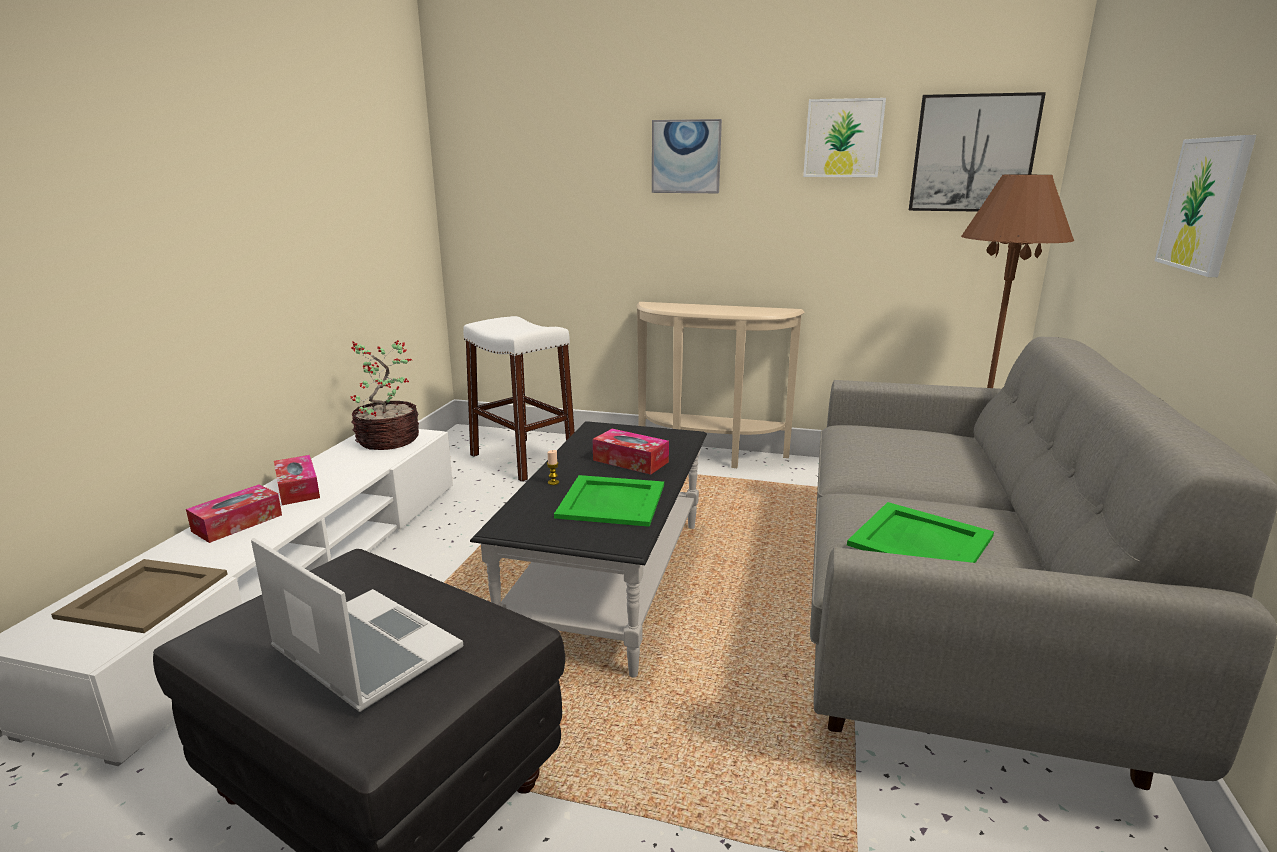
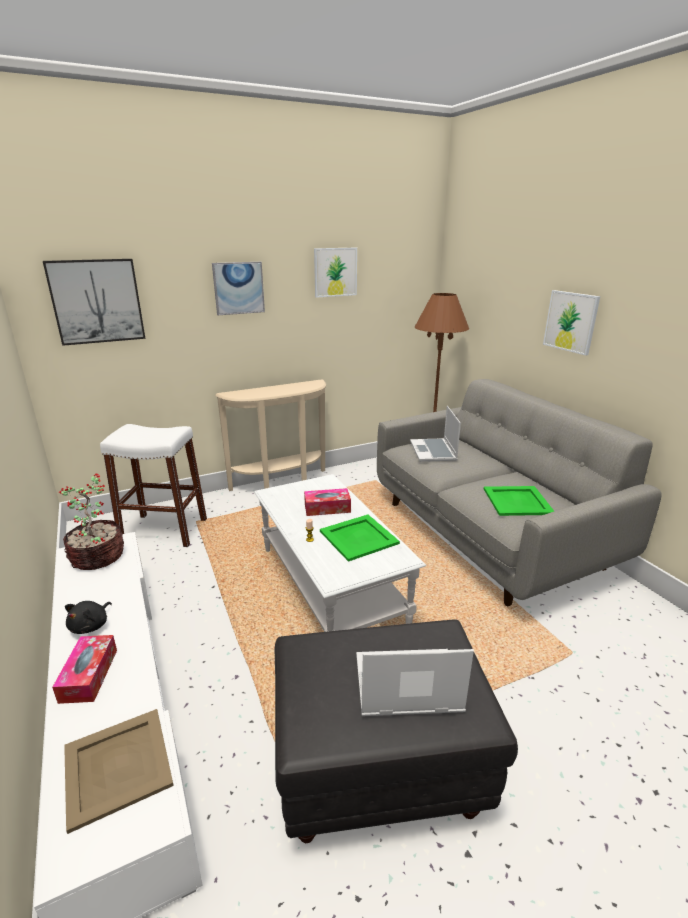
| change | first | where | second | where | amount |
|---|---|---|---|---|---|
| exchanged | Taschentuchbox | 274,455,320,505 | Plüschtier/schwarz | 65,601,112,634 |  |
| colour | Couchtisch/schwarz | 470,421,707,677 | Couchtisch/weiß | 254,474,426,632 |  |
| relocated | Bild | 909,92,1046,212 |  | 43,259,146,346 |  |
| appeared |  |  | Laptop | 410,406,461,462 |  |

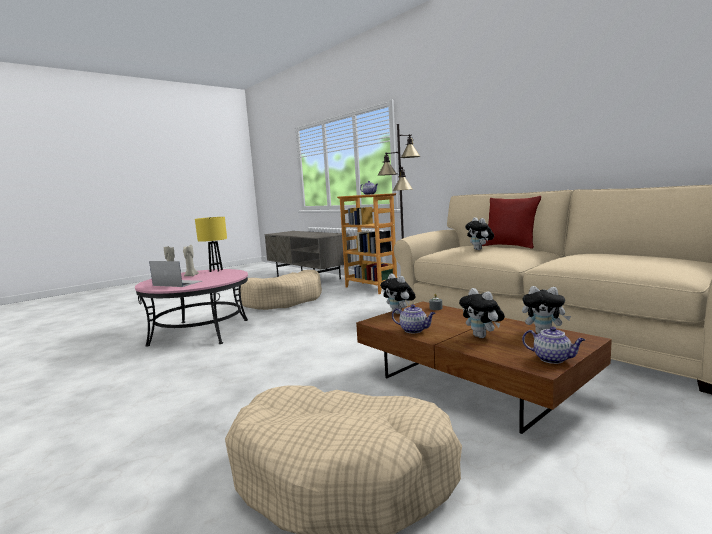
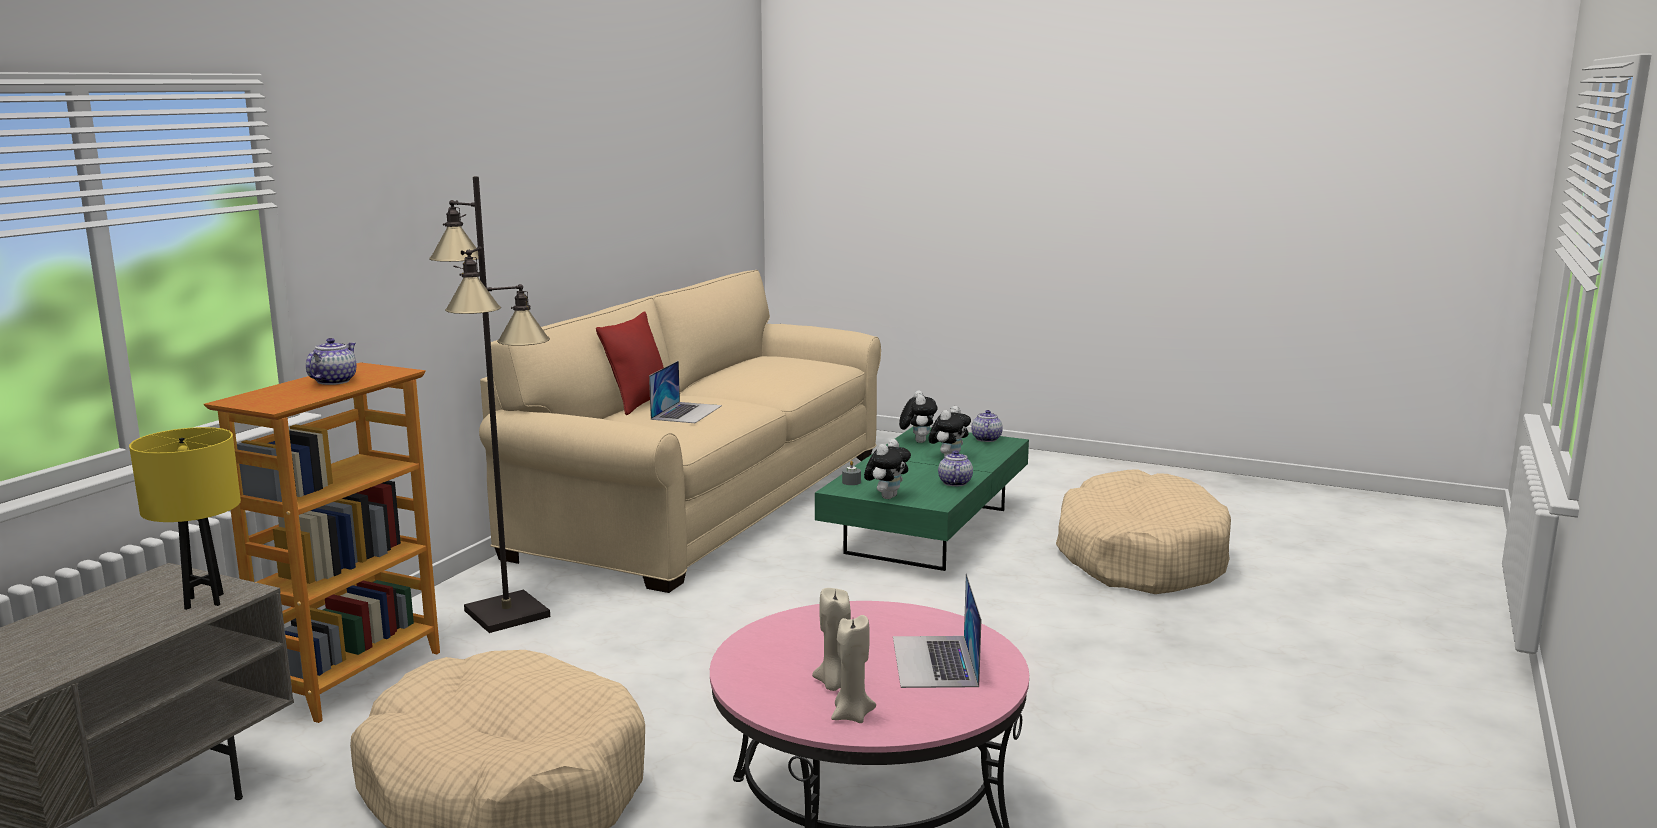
| change | first | where | second | where | amount |
|---|---|---|---|---|---|
| relocated | Tischlampe/gelb | 195,217,227,272 |  | 129,427,241,610 |  |
| colour | Couchtisch/braun | 356,301,612,434 | Couchtisch/grün | 815,427,1029,571 |  |
| exchanged | Plüschtier | 465,217,494,250 | Laptop | 649,361,722,423 |  |

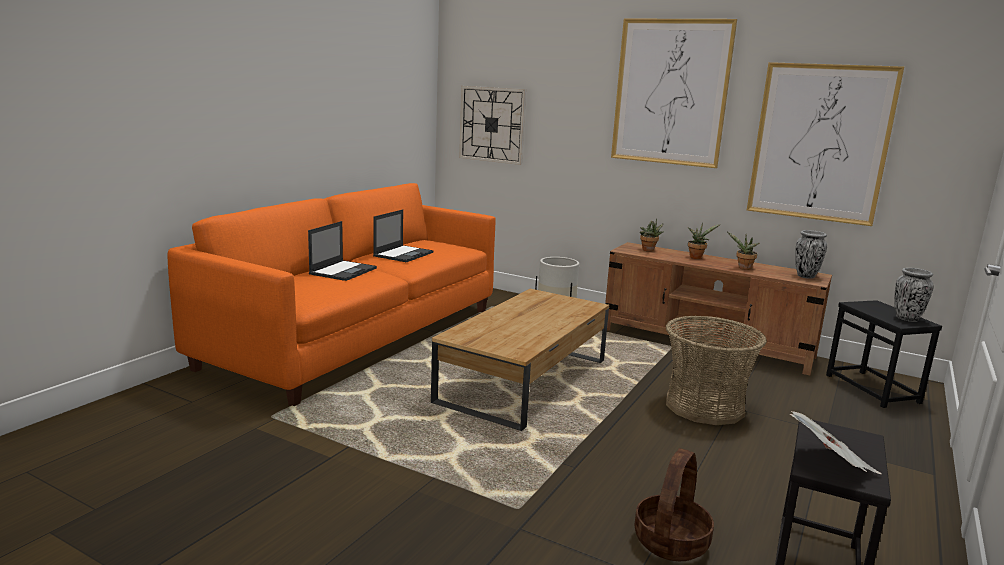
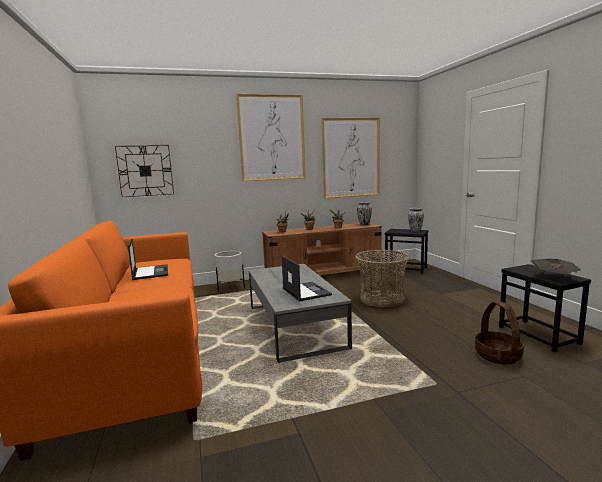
| change | first | where | second | where | amount |
|---|---|---|---|---|---|
| relocated | Laptop | 308,221,377,281 |  | 282,256,332,301 |  |
| colour | Couchtisch/braun | 431,289,609,431 | Couchtisch/grau | 249,264,352,363 |  |

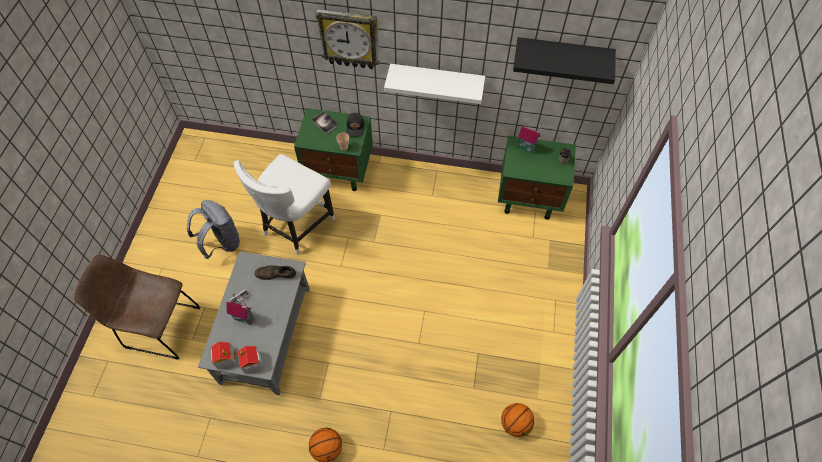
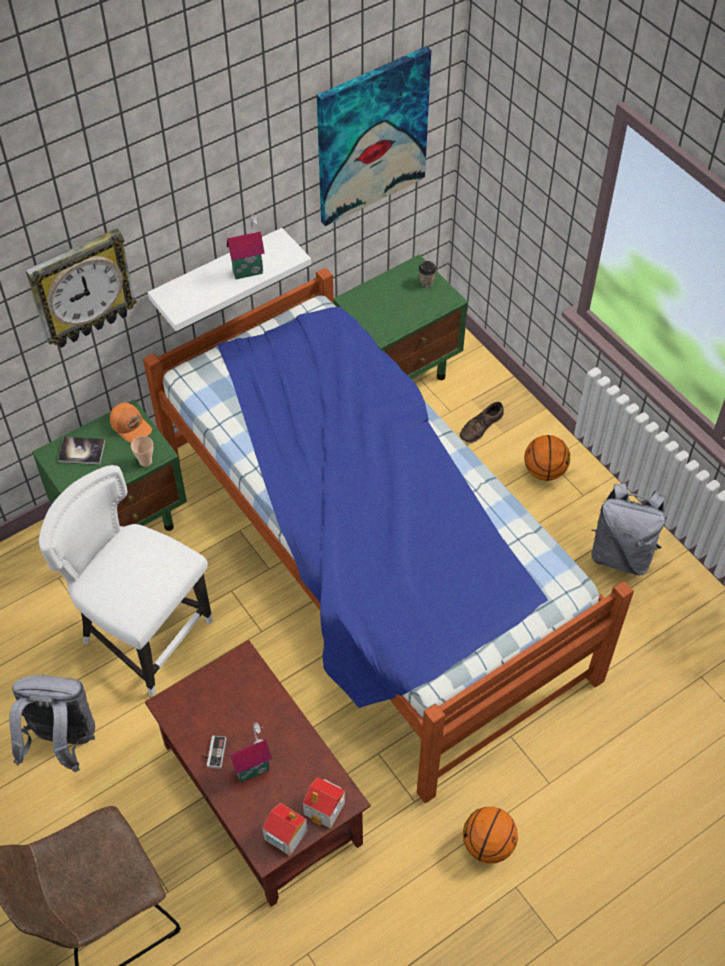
| change | first | where | second | where | amount |
|---|---|---|---|---|---|
| colour | Couchtisch/grau | 198,251,310,395 | Couchtisch/braun | 145,640,371,907 |  |
| spun | Stuhl/weiß | 234,154,335,255 |  | 39,465,213,697 | 135 degrees clockwise |
| relocated | Schuh/braun | 255,265,296,280 |  | 460,402,504,443 |  |
| colour | Kappe/schwarz | 347,113,364,137 | Kappe/orange | 110,403,152,443 |  |
| relocated | Basketball | 501,403,534,437 |  | 524,435,570,481 |  |
| exchanged | Wandregal/schwarz | 513,37,616,84 | Bild | 317,46,431,226 |  |
| relocated | Spielzeughaus | 518,123,543,153 |  | 227,214,265,279 |  |
| appeared |  |  | Bett | 143,267,634,803 |  |
| appeared |  |  | Rucksack/grau | 591,483,666,575 |  |

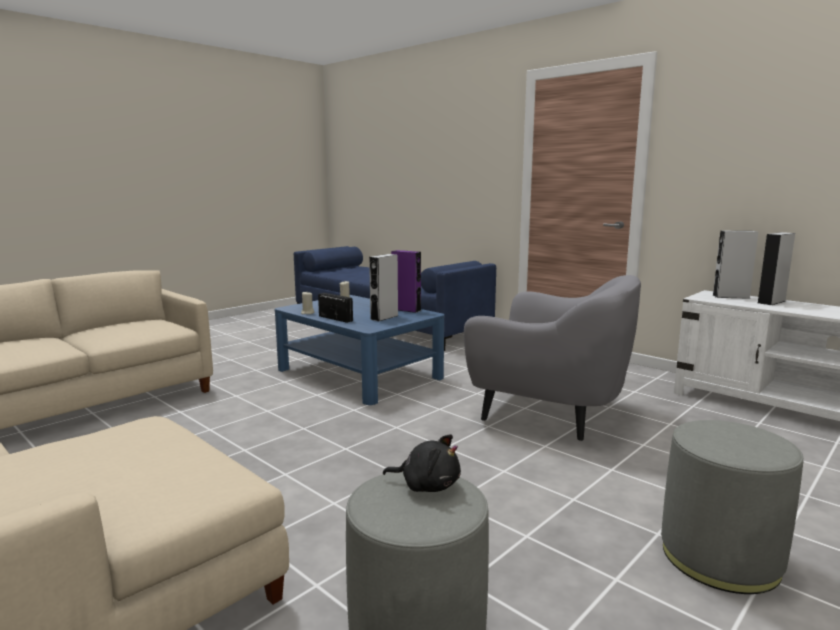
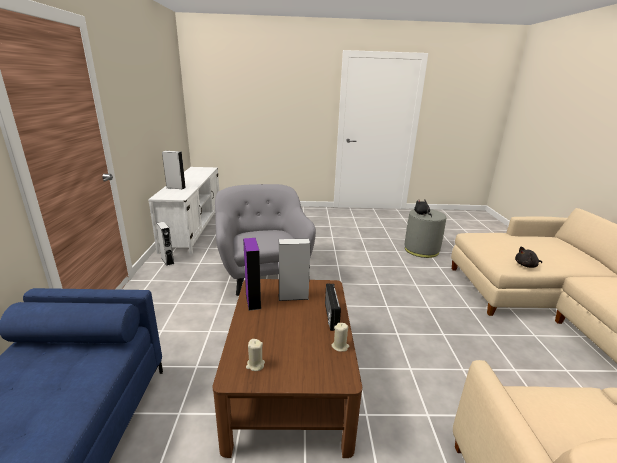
| change | first | where | second | where | amount |
|---|---|---|---|---|---|
| colour | Couchtisch/blau | 275,295,444,405 | Couchtisch/braun | 213,279,363,458 |  |
| missing | Polsterhocker/grau | 661,420,803,594 |  |  |  |
| relocated | Lautsprecher/grau | 712,231,758,299 |  | 156,222,174,266 |  |
| appeared |  |  | Plüschtier/schwarz | 515,247,542,268 |  |

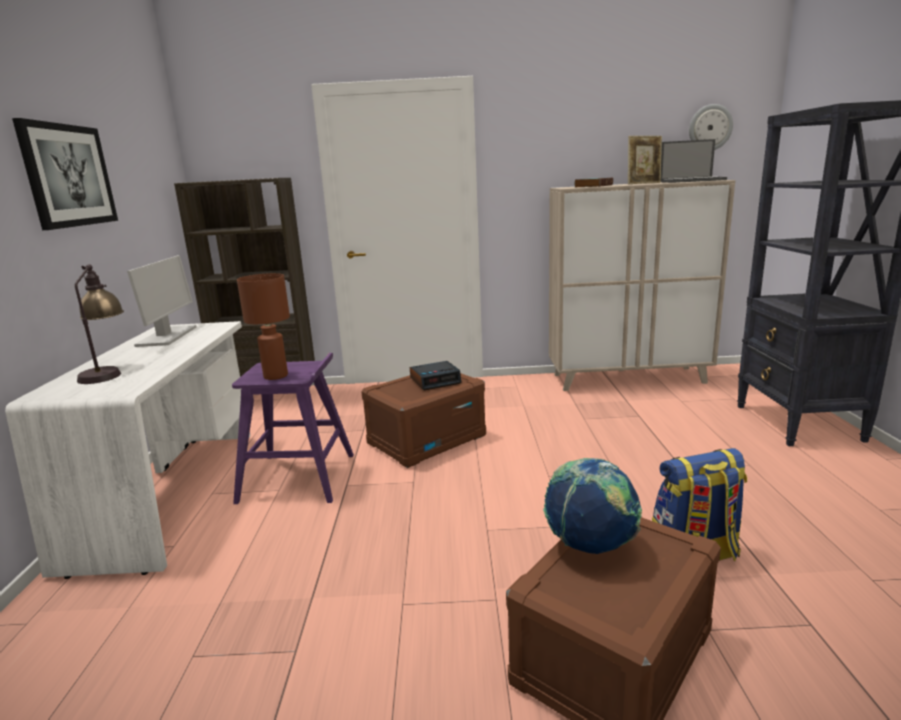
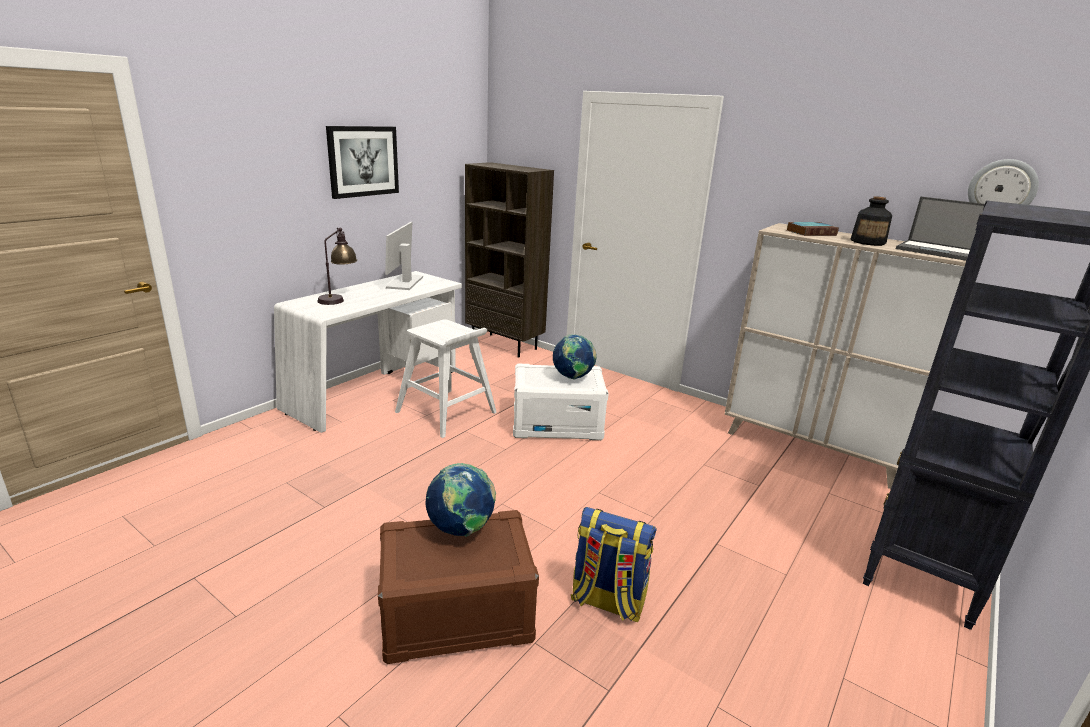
| change | first | where | second | where | amount |
|---|---|---|---|---|---|
| spun | Monitor | 127,255,197,347 |  | 385,222,423,290 | 150 degrees clockwise |
| colour | Hocker/lila | 232,353,354,504 | Hocker/weiß | 395,319,497,438 |  |
| missing | Tischlampe/braun | 237,273,290,380 |  |  |  |
| colour | Aufbewahrungsbox/braun | 361,373,486,468 | Aufbewahrungsbox/weiß | 513,364,609,440 |  |
| exchanged | Wecker | 410,361,462,390 | Globus | 553,334,597,380 |  |
| exchanged | Bilderrahmen | 628,136,662,184 | Flasche | 851,196,892,246 |  |

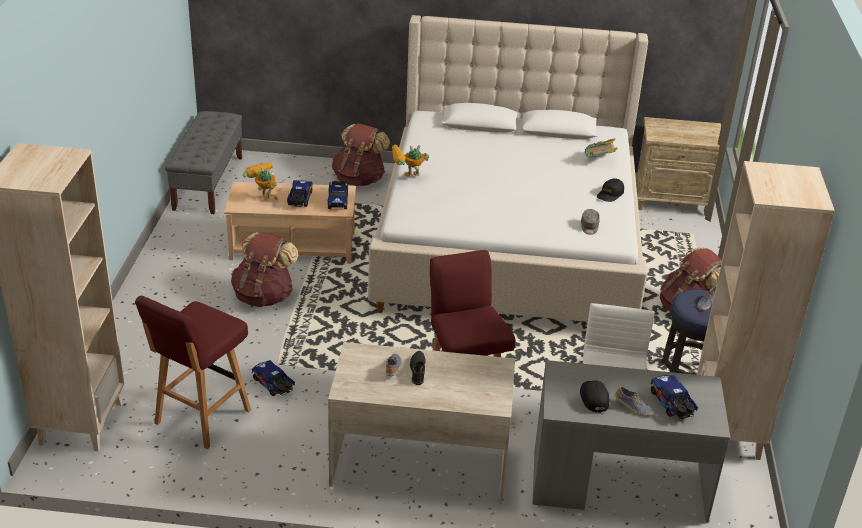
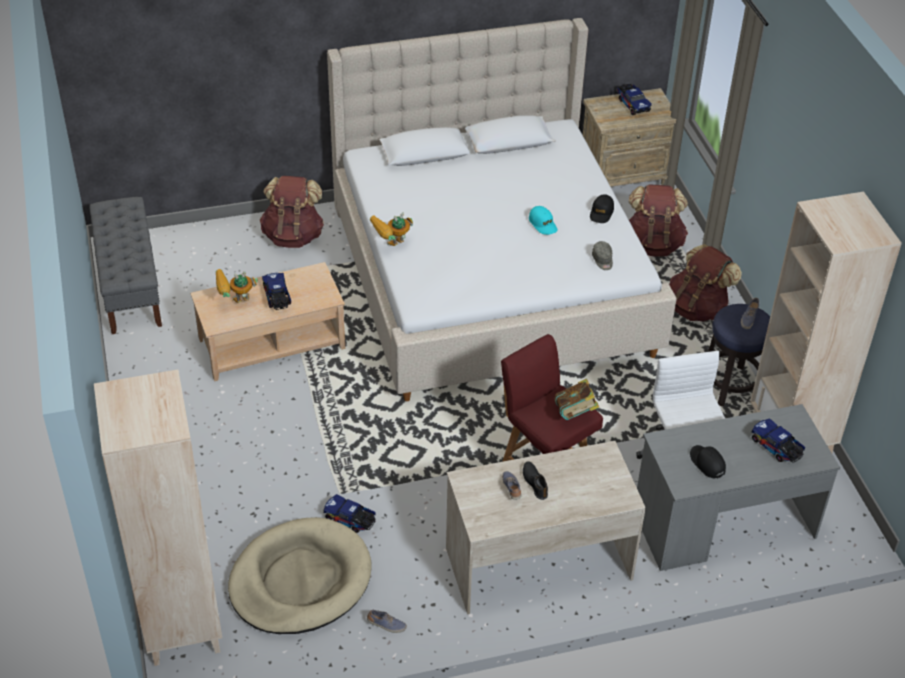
| change | first | where | second | where | amount |
|---|---|---|---|---|---|
| exchanged | Hocker/rot | 135,296,251,449 | Hundebett/beige | 228,517,372,634 |  |
| relocated | Rucksack/braun | 231,232,298,307 |  | 629,184,688,256 |  |
| spun | Spielzeugroboter | 243,162,278,200 |  | 216,269,258,303 | 45 degrees counterclockwise |
| relocated | Spielzeuglaster | 328,181,348,209 |  | 617,84,652,115 |  |
| relocated | Buch | 585,138,618,158 |  | 555,378,599,420 |  |
| relocated | Schuh | 615,386,653,417 |  | 367,610,407,633 |  |
| appeared |  |  | Kappe/türkis | 529,206,557,235 |  |

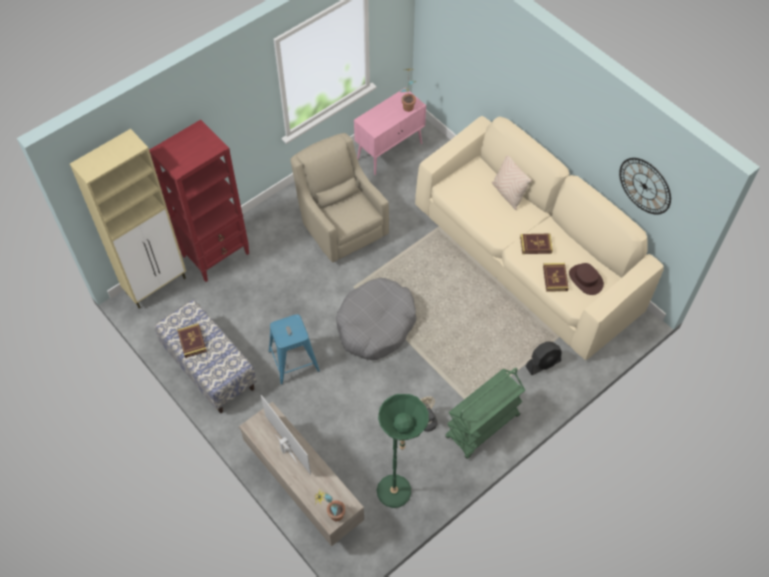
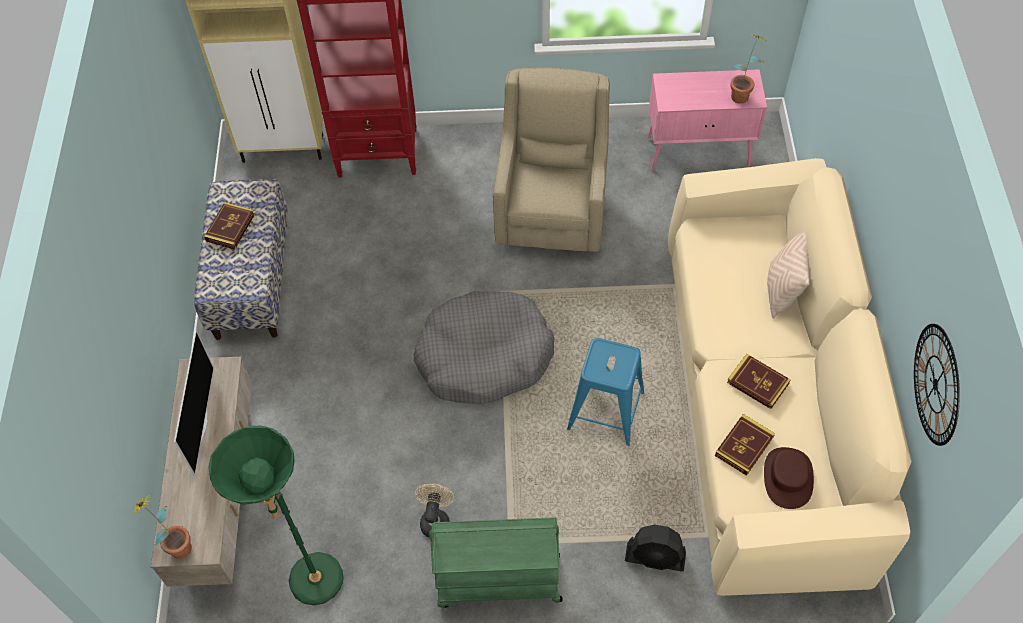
| change | first | where | second | where | amount |
|---|---|---|---|---|---|
| relocated | Hocker/blau | 268,314,320,385 |  | 567,338,644,446 |  |

